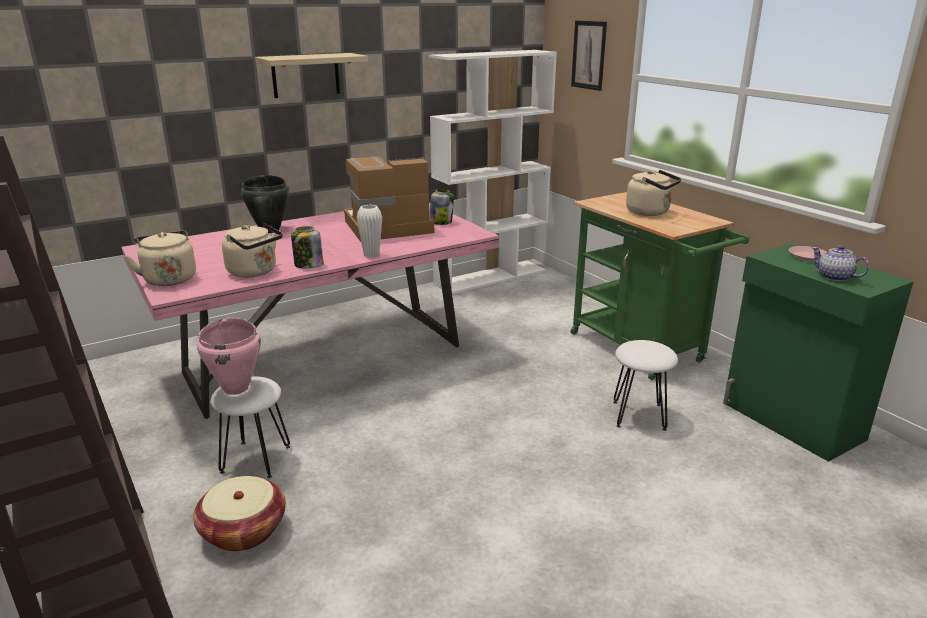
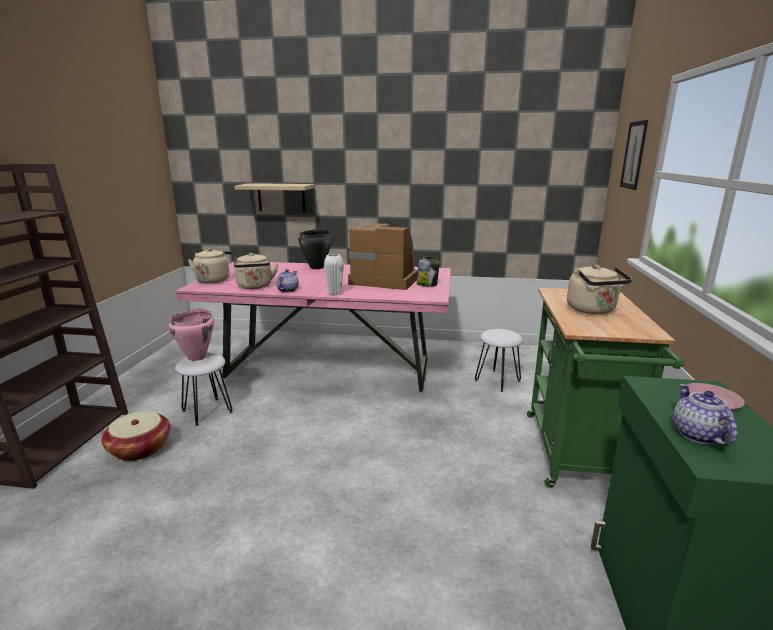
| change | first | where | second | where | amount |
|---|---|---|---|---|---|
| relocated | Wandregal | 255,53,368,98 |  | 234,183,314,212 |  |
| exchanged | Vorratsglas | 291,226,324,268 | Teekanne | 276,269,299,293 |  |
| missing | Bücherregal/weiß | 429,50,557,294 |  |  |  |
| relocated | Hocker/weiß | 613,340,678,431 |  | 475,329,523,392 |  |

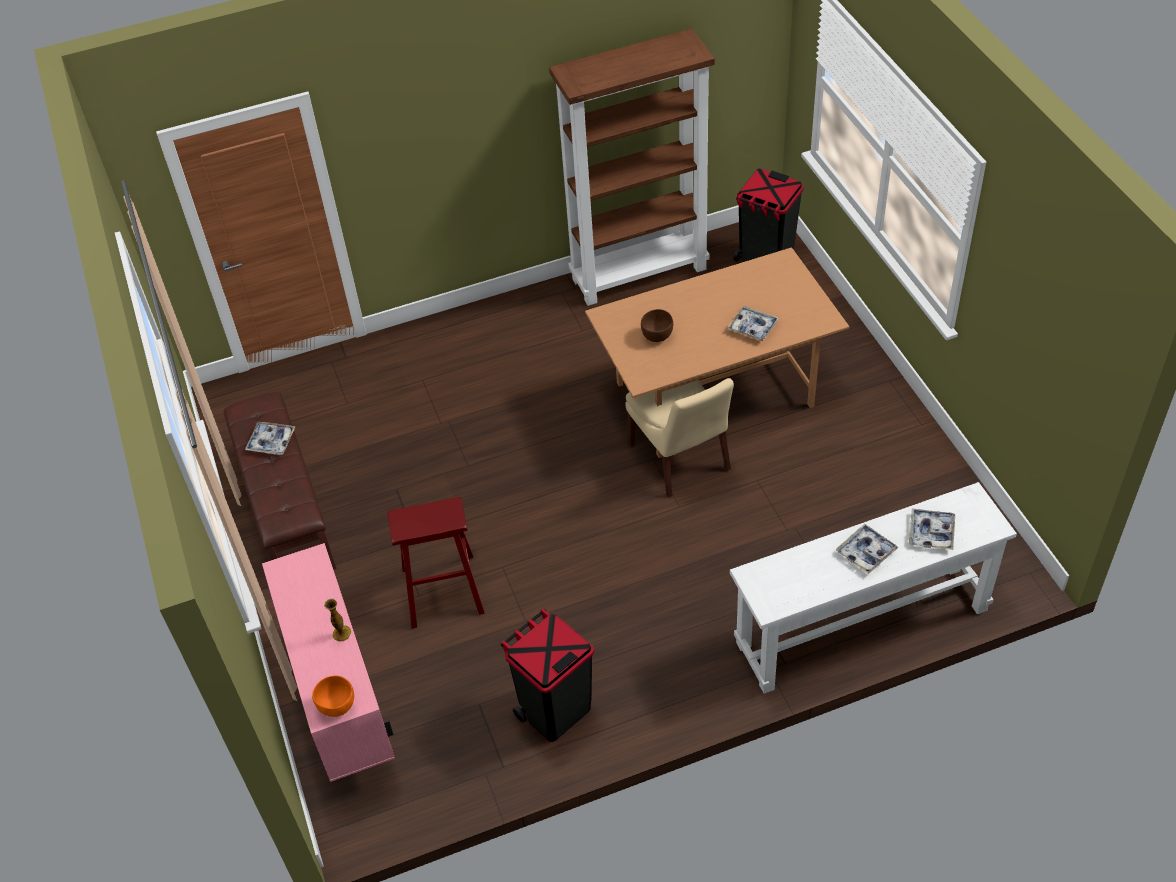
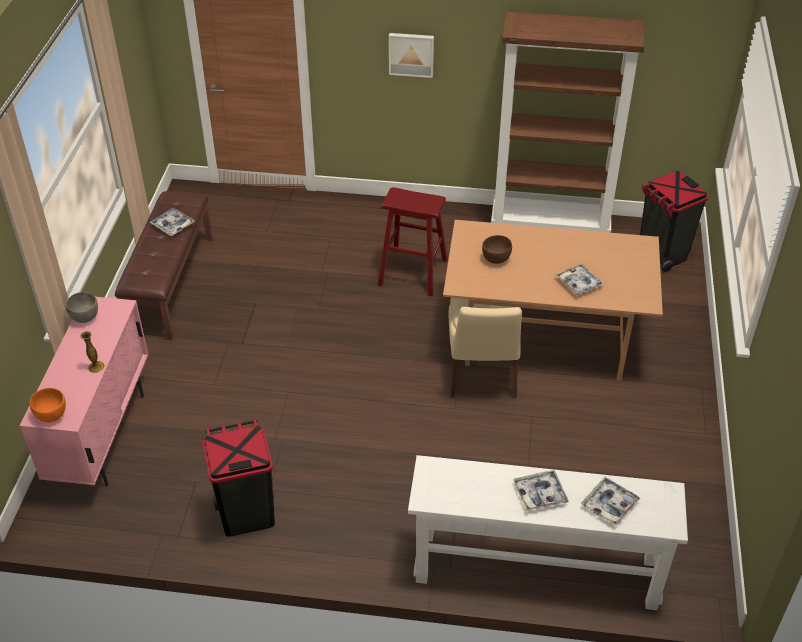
| change | first | where | second | where | amount |
|---|---|---|---|---|---|
| relocated | Hocker/rot | 387,497,485,629 |  | 378,187,448,297 |  |
| appeared |  |  | Schüssel/grau | 66,292,98,323 |  |
| appeared |  |  | Bild | 389,33,434,78 |  |

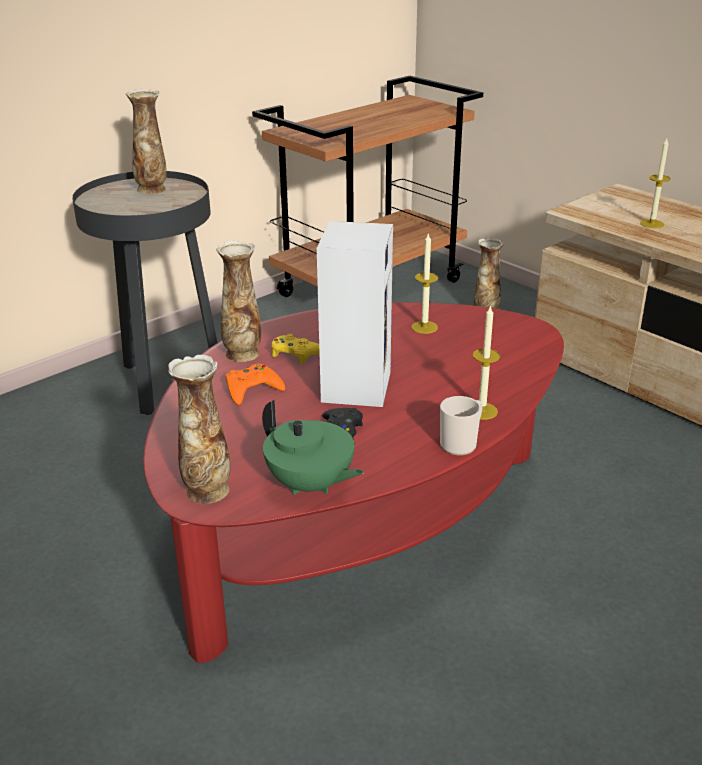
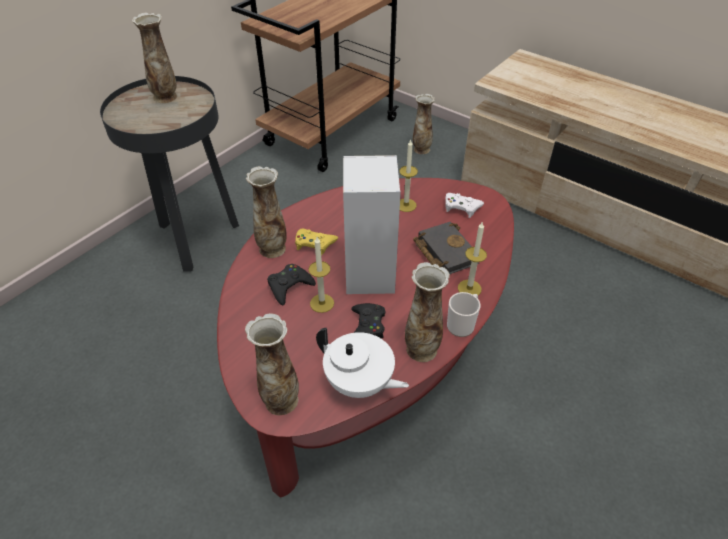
| change | first | where | second | where | amount |
|---|---|---|---|---|---|
| colour | Gamepad/orange | 225,364,285,405 | Gamepad/schwarz | 267,264,316,305 |  |
| colour | Teekanne/grün | 262,400,364,495 | Teekanne/weiß | 316,328,409,398 |  |
| relocated | Kerze | 640,138,671,228 |  | 309,237,334,313 |  |
| appeared |  |  | Vase | 405,262,450,362 |  |
| appeared |  |  | Buch/schwarz | 413,222,479,274 |  |
| appeared |  |  | Gamepad/weiß | 445,193,484,218 |  |

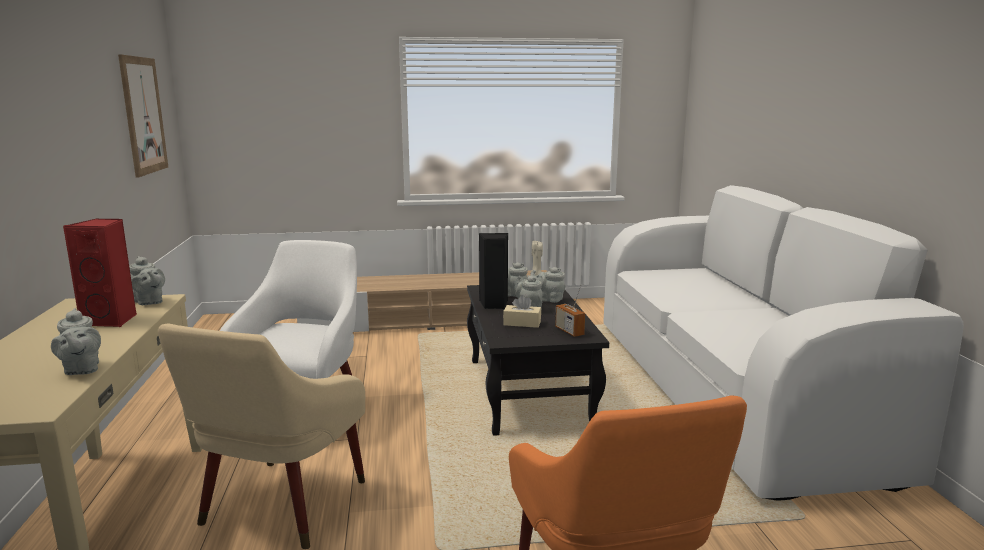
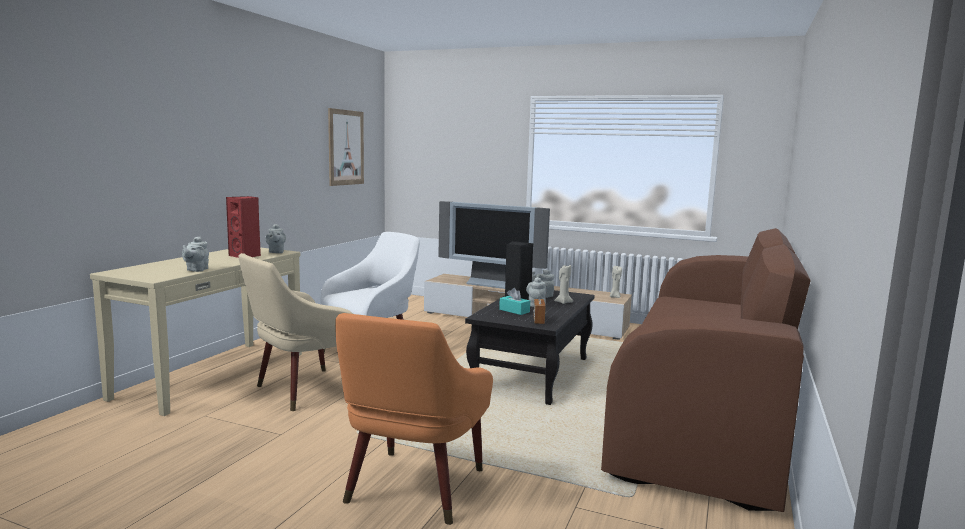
| change | first | where | second | where | amount |
|---|---|---|---|---|---|
| colour | Taschentuchbox/beige | 503,295,541,328 | Taschentuchbox/türkis | 499,288,530,315 |  |
| exchanged | Teekanne/grau | 530,267,566,303 | Kerze/beige | 554,264,573,304 |  |
| colour | Sofa/weiß | 603,185,963,501 | Sofa/braun | 601,228,811,512 |  |
| appeared |  |  | Fernseher | 438,201,550,289 |  |

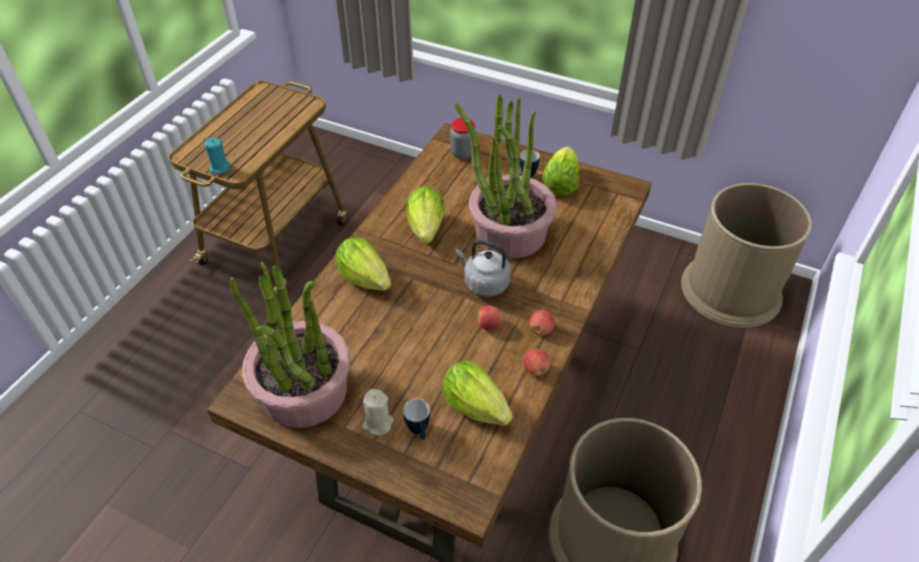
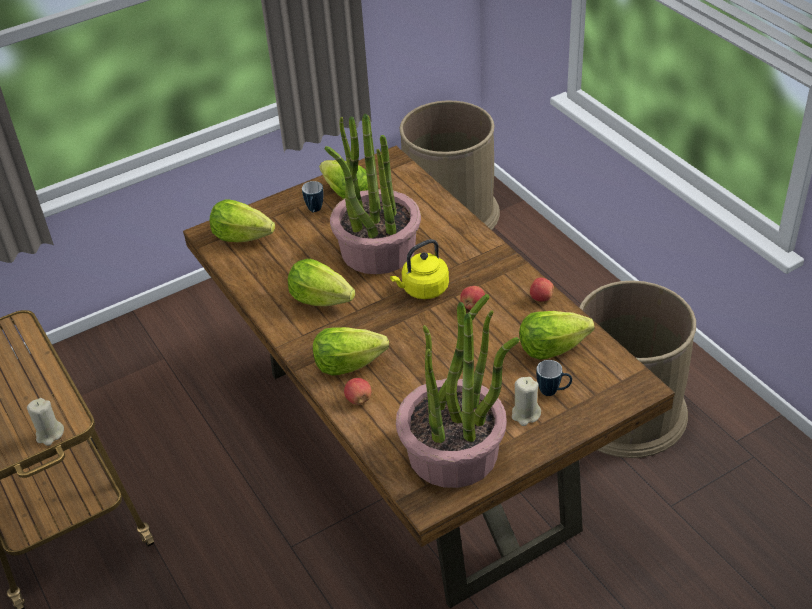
| change | first | where | second | where | amount |
|---|---|---|---|---|---|
| colour | Kerze/türkis | 205,138,231,174 | Kerze/beige | 27,398,64,446 |  |
| exchanged | Vorratsglas | 450,118,475,159 | Salatkopf | 210,199,275,242 |  |
| colour | Wasserkessel/grau | 456,240,511,297 | Wasserkessel/gelb | 390,239,449,299 |  |
| relocated | Apfel | 529,310,555,335 |  | 344,378,371,405 |  |

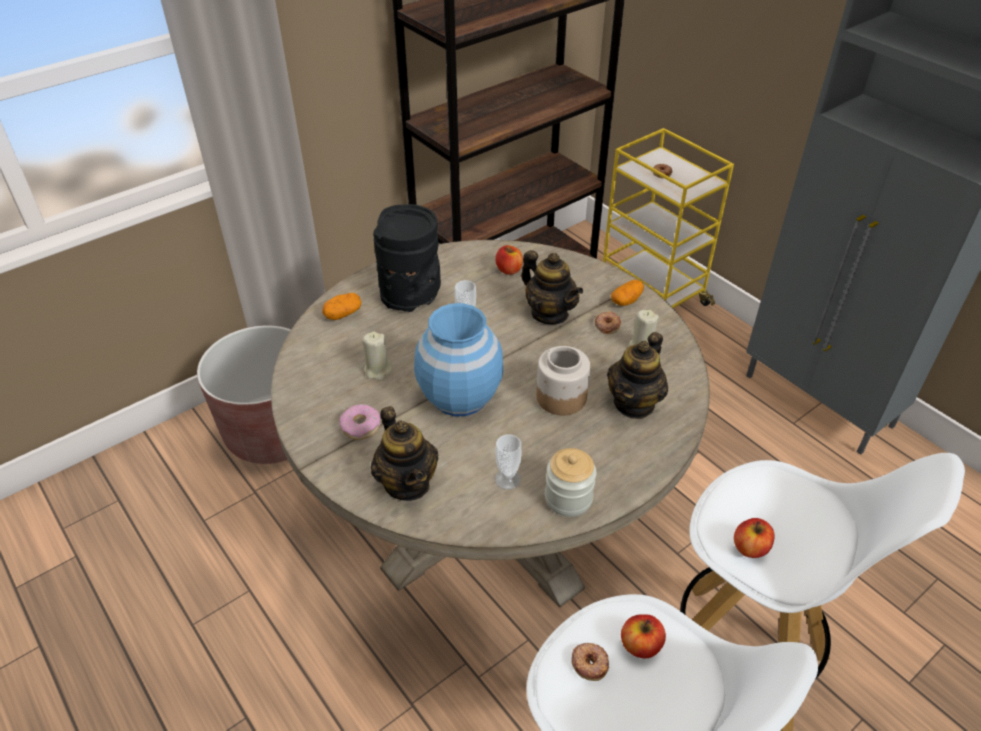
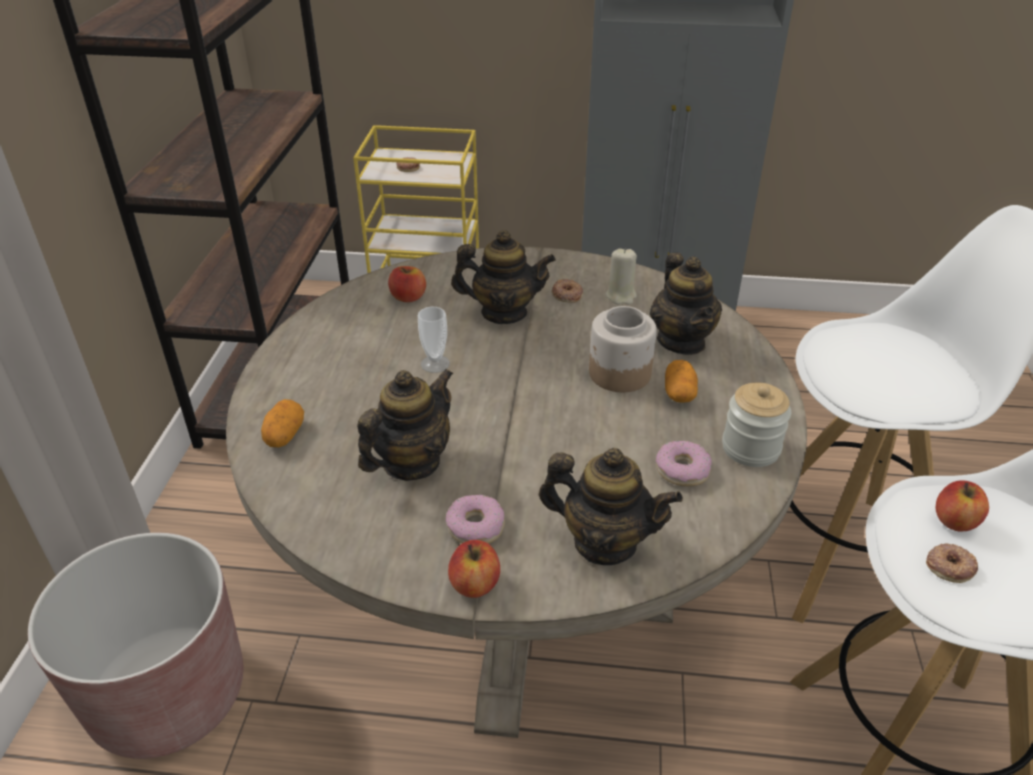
| change | first | where | second | where | amount |
|---|---|---|---|---|---|
| exchanged | Kerze/beige | 362,331,392,381 | Teekanne | 357,368,453,481 |  |
| missing | Vase/schwarz | 373,204,441,312 |  |  |  |
| missing | Vase/blau | 414,303,503,416 |  |  |  |
| exchanged | Tasse | 495,434,521,490 | Donut | 656,441,712,486 |  |
| relocated | Kartoffel | 611,280,644,306 |  | 665,360,698,403 |  |
| relocated | Apfel | 734,518,775,558 |  | 448,540,500,598 |  |

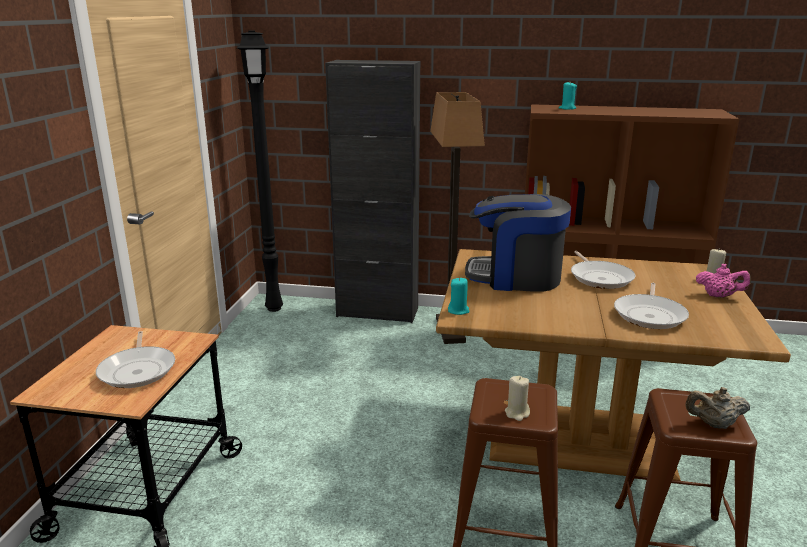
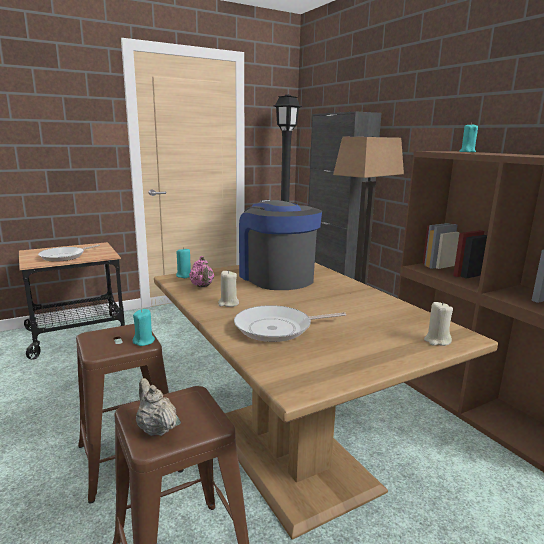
| change | first | where | second | where | amount |
|---|---|---|---|---|---|
| relocated | Kerze/beige | 505,376,530,421 |  | 218,270,239,307 |  |
| missing | Pfanne | 571,251,635,289 |  |  |  |
| relocated | Teekanne/rosa | 696,264,751,298 |  | 189,256,214,287 |  |
| appeared |  |  | Kerze/türkis | 133,309,155,346 |  |

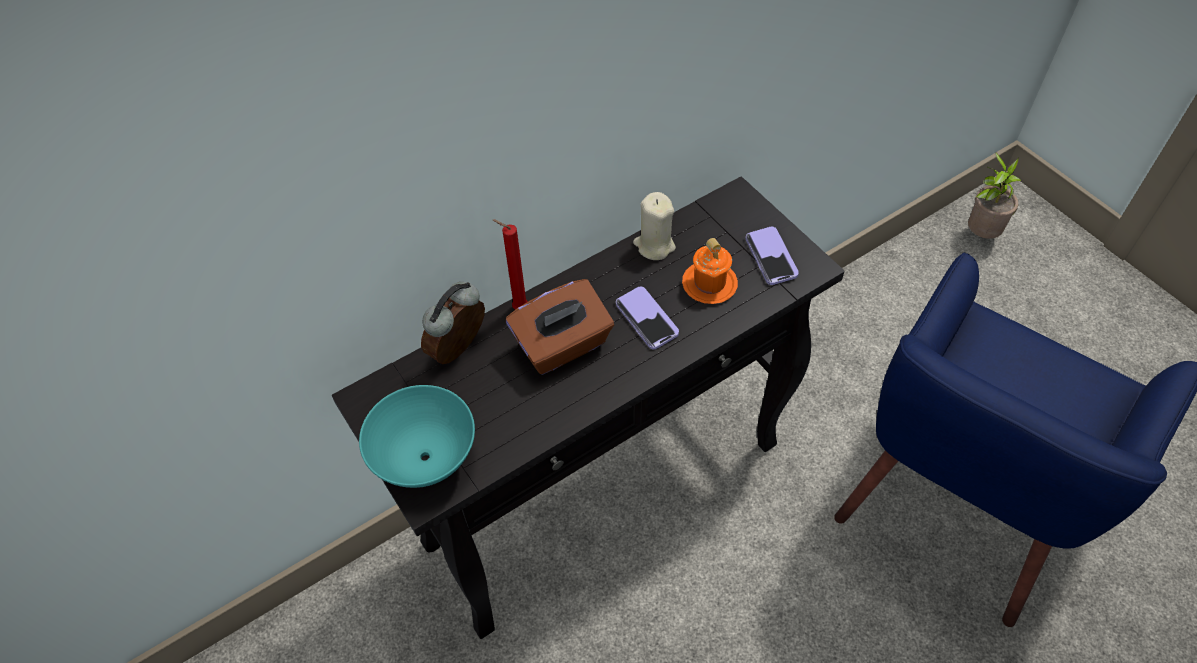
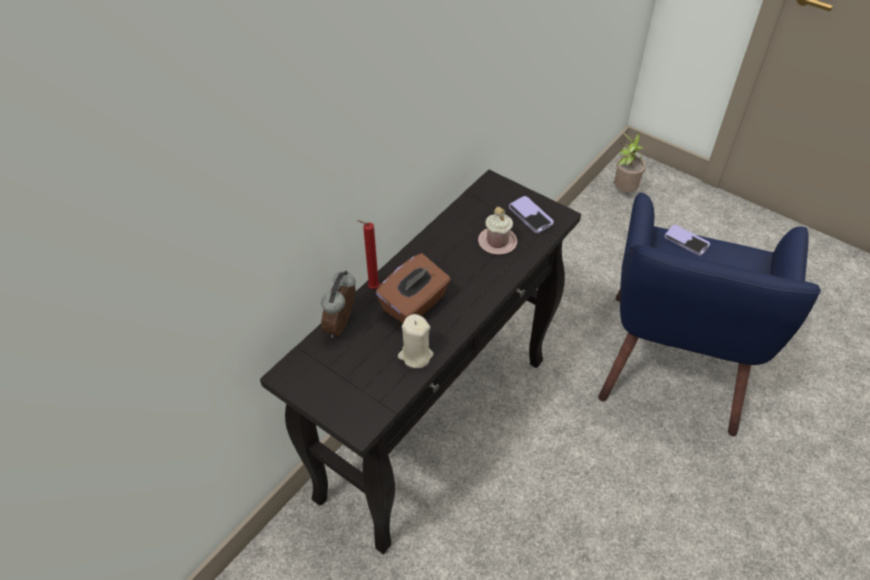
| change | first | where | second | where | amount |
|---|---|---|---|---|---|
| missing | Schüssel/türkis | 359,385,475,488 |  |  |  |
| relocated | Handy | 616,287,679,349 |  | 664,225,710,256 |  |
| relocated | Kerze/beige | 633,192,676,260 |  | 398,314,434,368 |  |
| colour | Henkelbecher/orange | 682,238,738,304 | Henkelbecher/rosa | 478,207,517,255 |  |

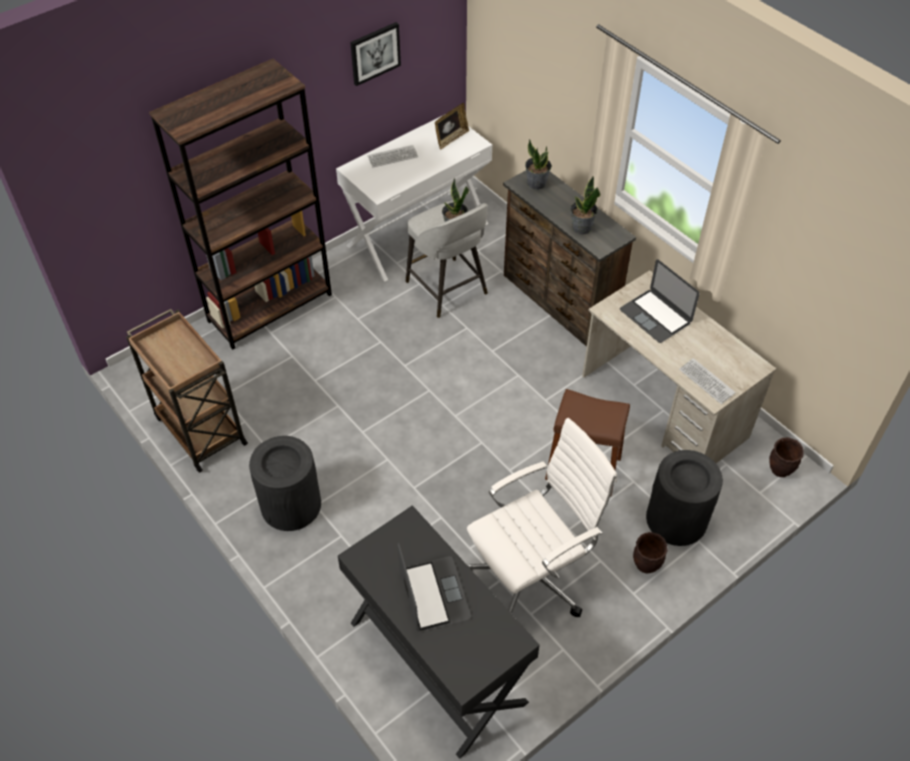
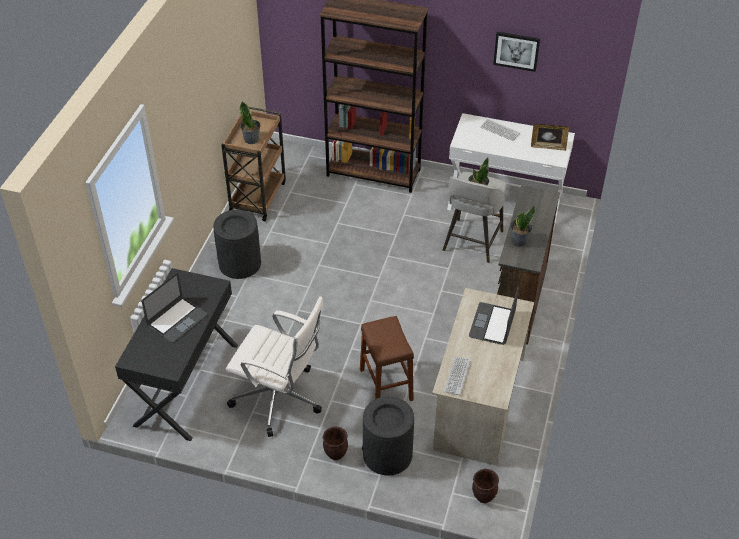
| change | first | where | second | where | amount |
|---|---|---|---|---|---|
| relocated | Topfpflanze | 525,139,552,190 |  | 239,101,261,144 |  |

